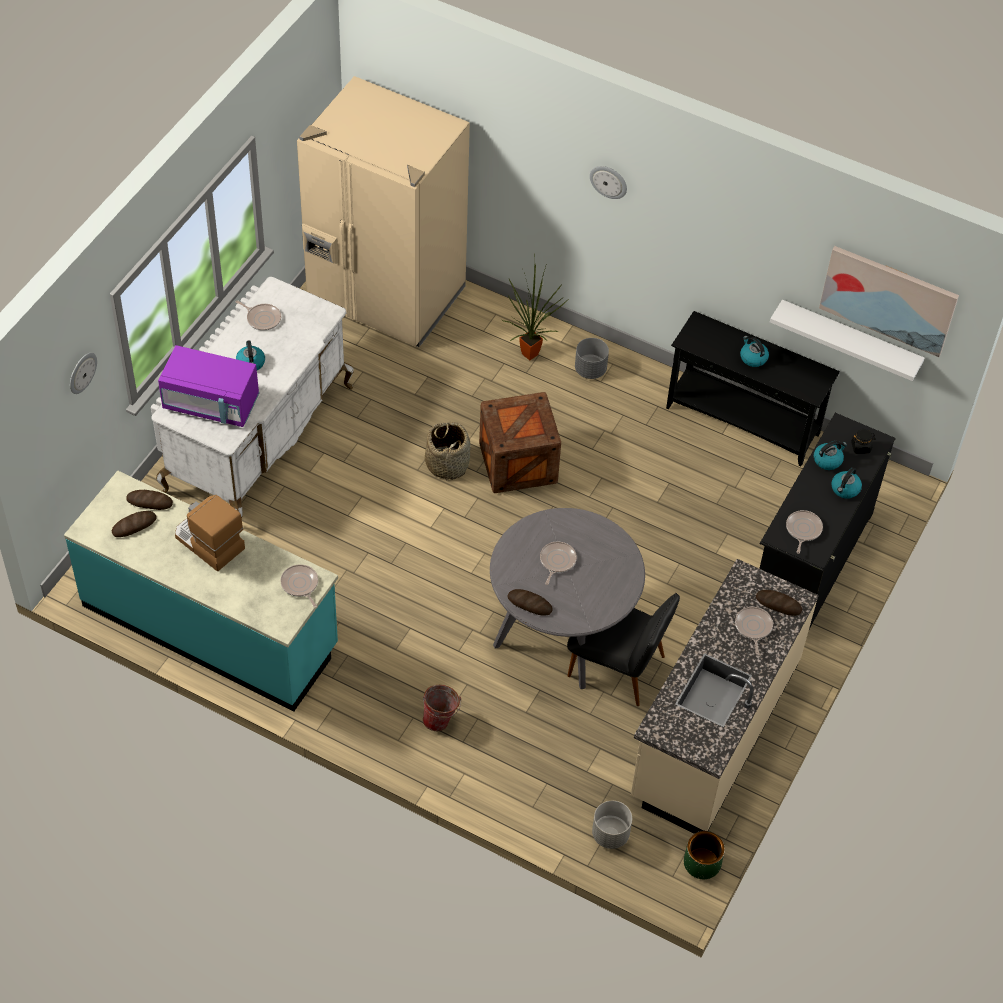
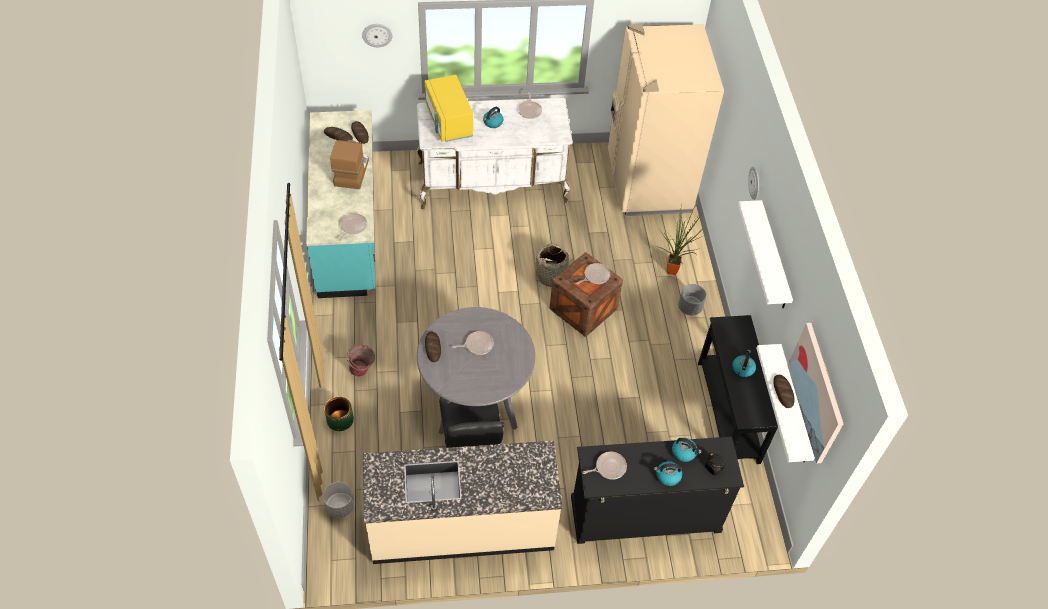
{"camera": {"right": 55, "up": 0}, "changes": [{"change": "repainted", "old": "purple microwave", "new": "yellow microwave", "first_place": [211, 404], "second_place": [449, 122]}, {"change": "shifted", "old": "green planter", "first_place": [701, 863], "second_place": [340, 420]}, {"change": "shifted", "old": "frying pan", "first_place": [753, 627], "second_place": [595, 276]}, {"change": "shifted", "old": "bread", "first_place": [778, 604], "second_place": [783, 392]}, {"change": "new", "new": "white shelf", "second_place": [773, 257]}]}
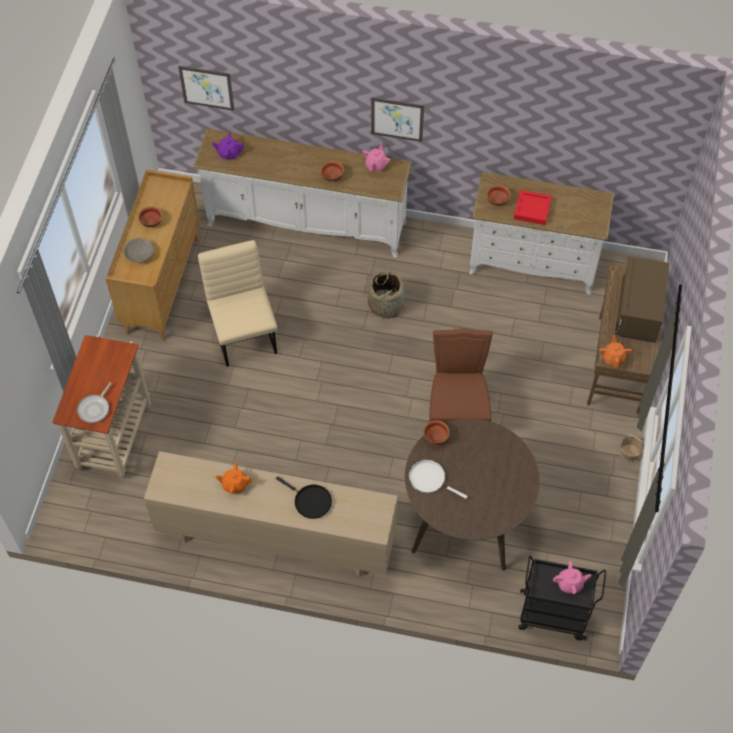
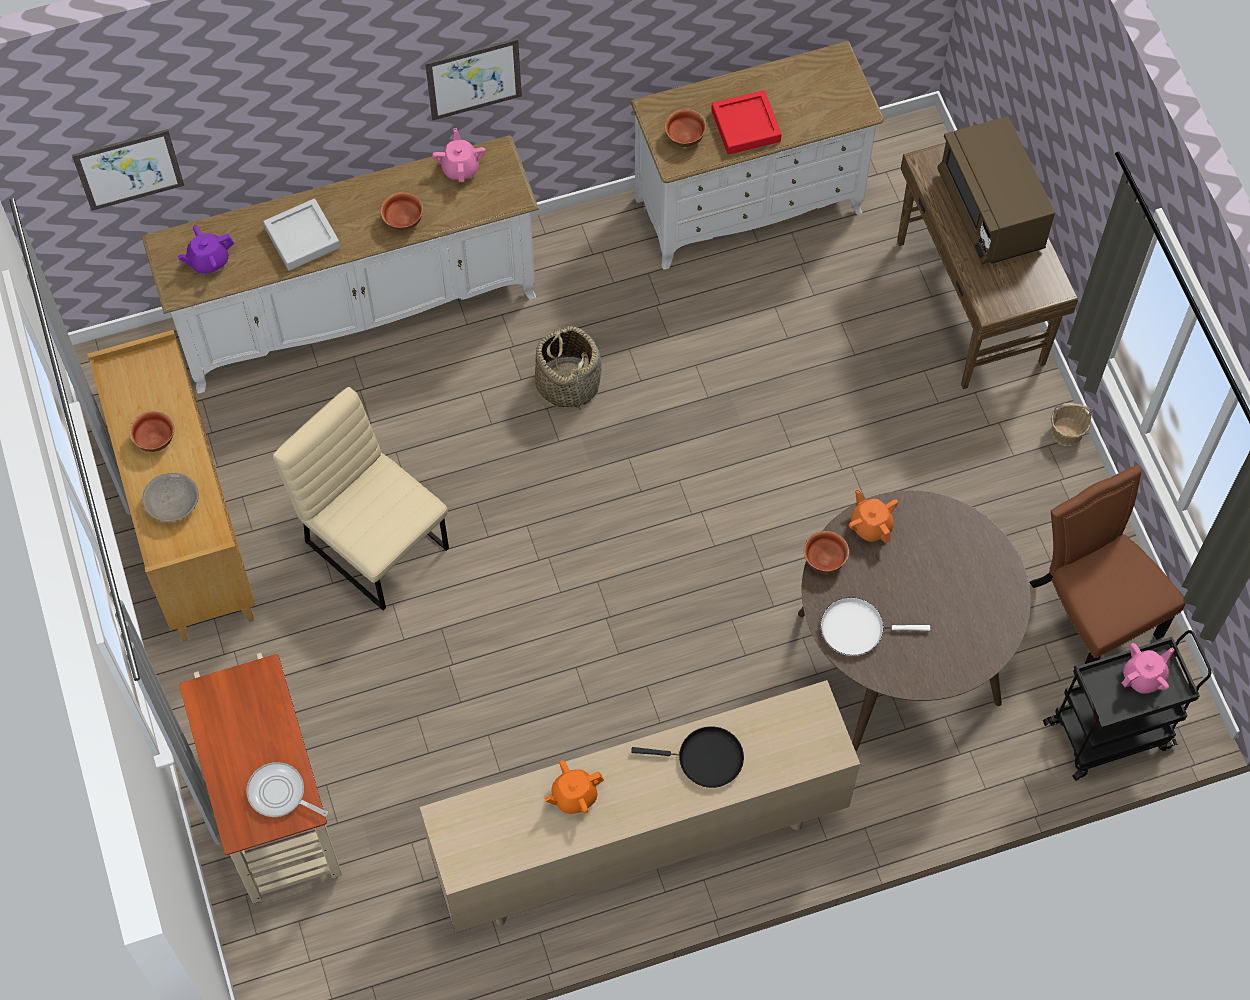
{"camera": {"right": -30, "up": 5}, "changes": [{"change": "rotated", "old": "frying pan", "first_place": [95, 408], "second_place": [280, 794], "degrees": 120}, {"change": "shifted", "old": "brown chair", "first_place": [457, 414], "second_place": [1093, 614]}, {"change": "shifted", "old": "orange teapot", "first_place": [613, 358], "second_place": [871, 525]}, {"change": "new", "new": "grey tray", "second_place": [302, 238]}]}
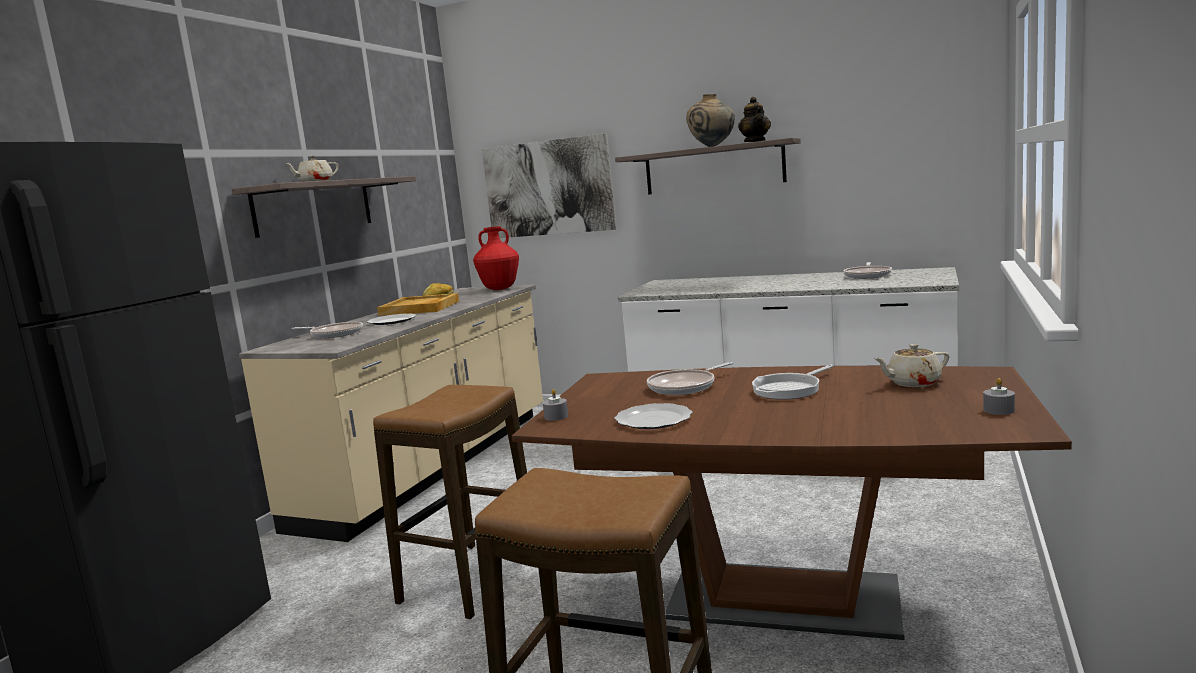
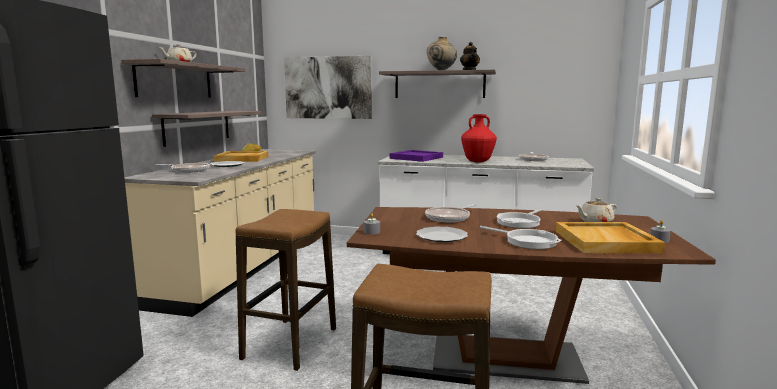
{"camera": {"right": -10, "up": 0}, "changes": [{"change": "shifted", "old": "red vase", "first_place": [499, 289], "second_place": [477, 162]}, {"change": "new", "new": "shelf", "second_place": [197, 127]}, {"change": "new", "new": "purple tray", "second_place": [417, 158]}, {"change": "new", "new": "frying pan", "second_place": [527, 241]}, {"change": "new", "new": "beige tray", "second_place": [606, 241]}]}
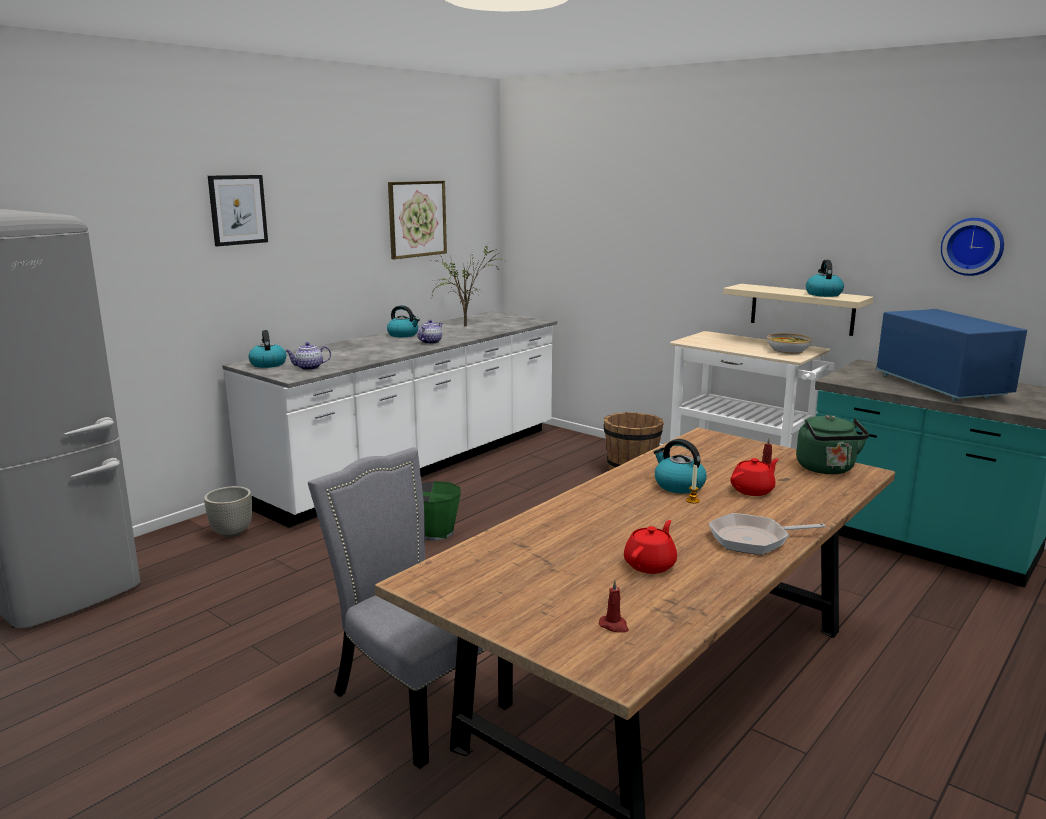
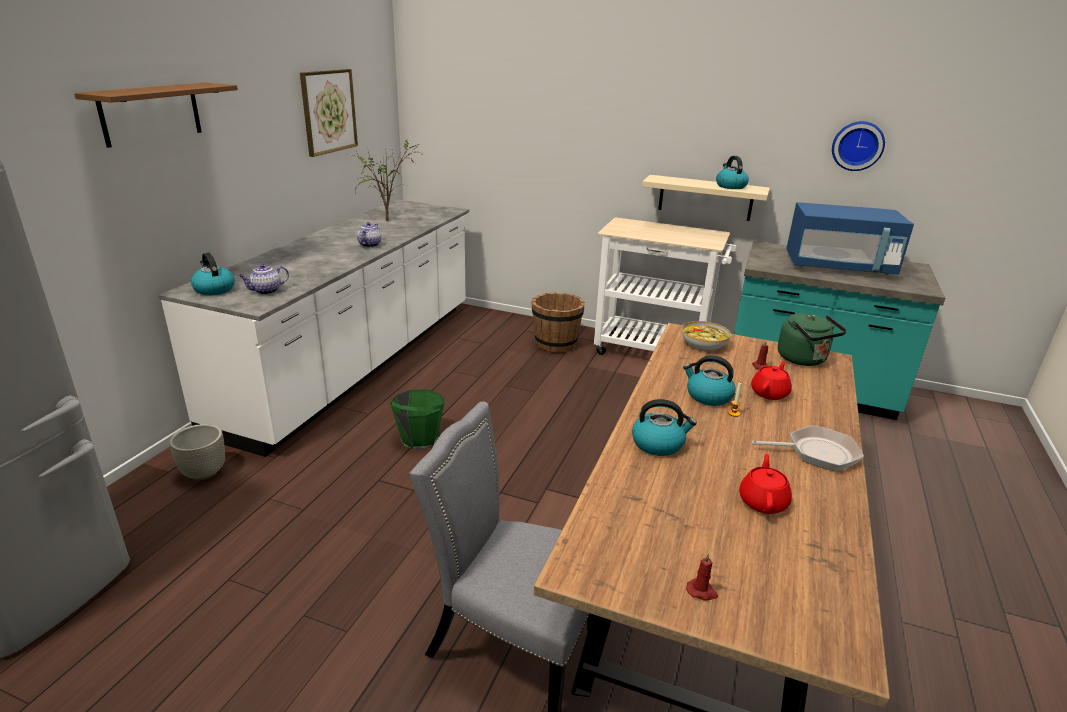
{"camera": {"right": -20, "up": 10}, "changes": [{"change": "swapped", "old": "picture", "new": "brown shelf", "first_place": [238, 210], "second_place": [151, 113]}, {"change": "shifted", "old": "kettle", "first_place": [403, 335], "second_place": [658, 444]}, {"change": "shifted", "old": "red candle", "first_place": [614, 626], "second_place": [702, 591]}, {"change": "rotated", "old": "frying pan", "first_place": [754, 539], "second_place": [817, 453], "degrees": -150}, {"change": "shifted", "old": "bowl", "first_place": [788, 350], "second_place": [703, 344]}, {"change": "rotated", "old": "blue microwave", "first_place": [941, 386], "second_place": [838, 267], "degrees": 135}]}
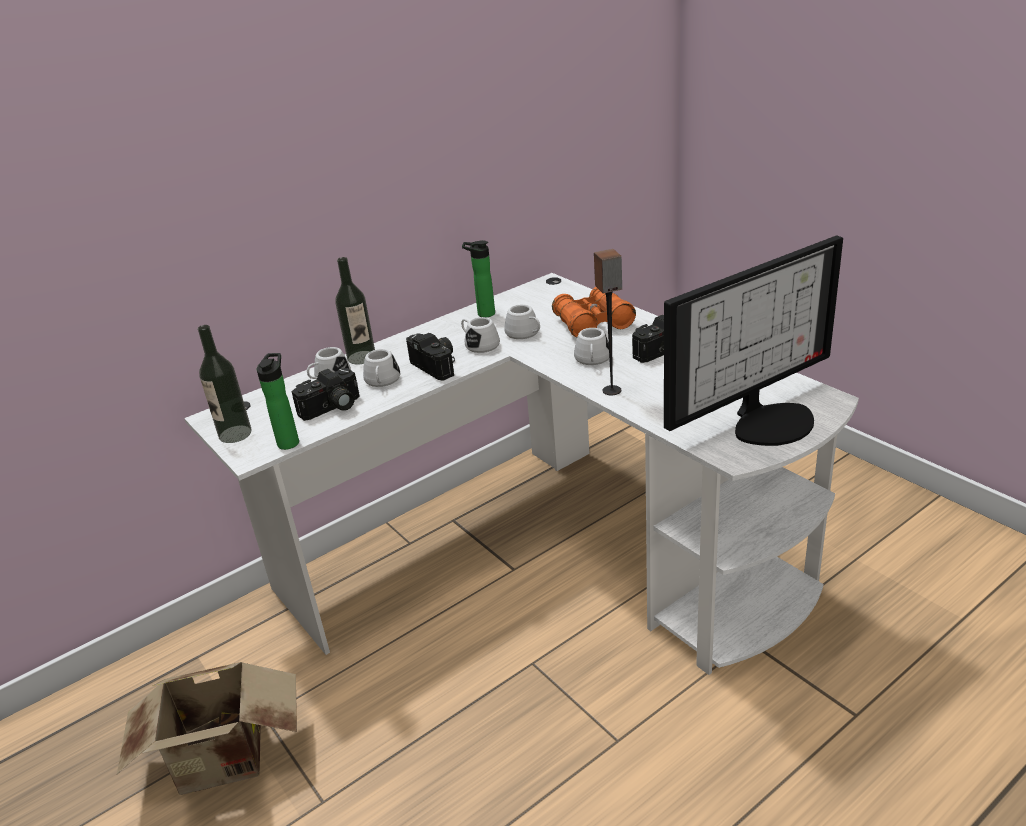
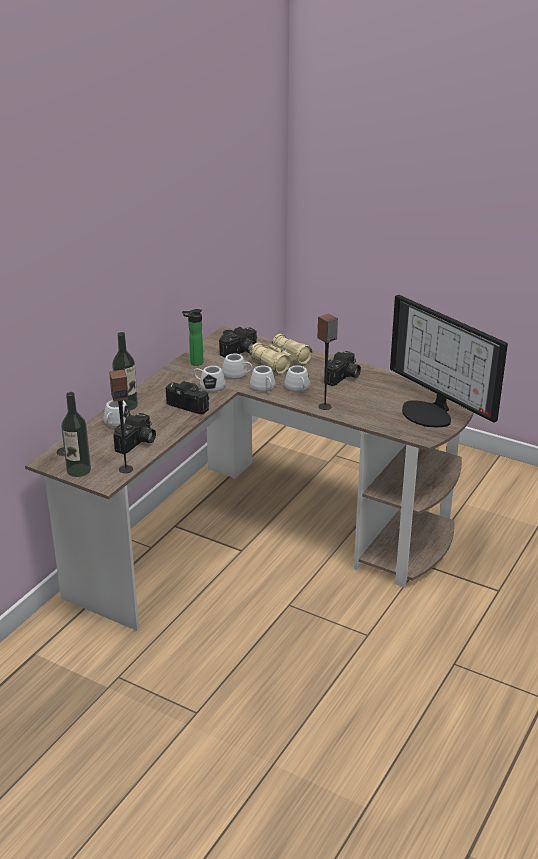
{"camera": {"right": -25, "up": 0}, "changes": [{"change": "gone", "old": "cardboard box", "first_place": [225, 762]}, {"change": "repainted", "old": "white desk", "new": "brown desk", "first_place": [547, 551], "second_place": [259, 534]}, {"change": "swapped", "old": "bottle", "new": "speaker", "first_place": [289, 441], "second_place": [126, 469]}, {"change": "shifted", "old": "white mug", "first_place": [382, 382], "second_place": [264, 388]}, {"change": "repainted", "old": "orange binoculars", "new": "beige binoculars", "first_place": [593, 323], "second_place": [280, 362]}, {"change": "rotated", "old": "monitor", "first_place": [767, 420], "second_place": [431, 412], "degrees": 105}, {"change": "new", "new": "photo camera", "second_place": [241, 352]}]}
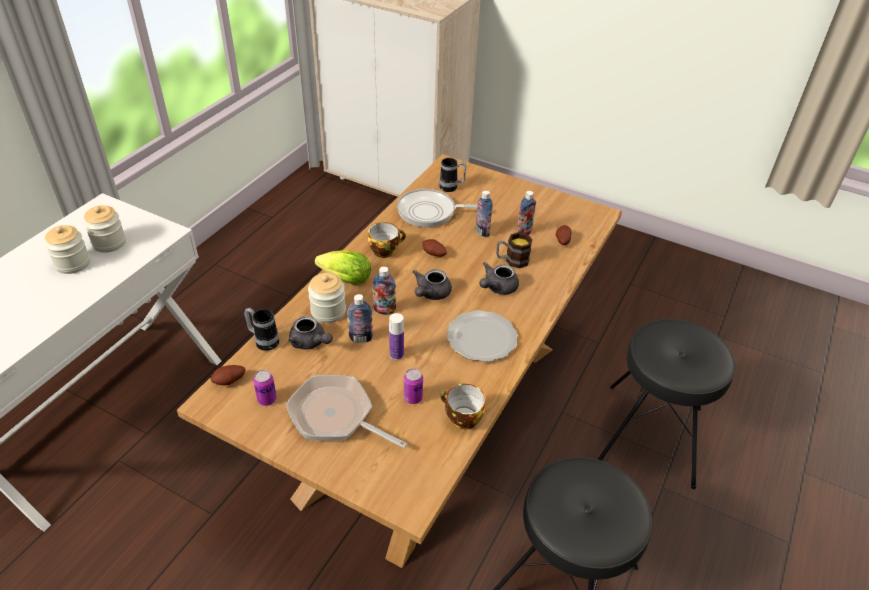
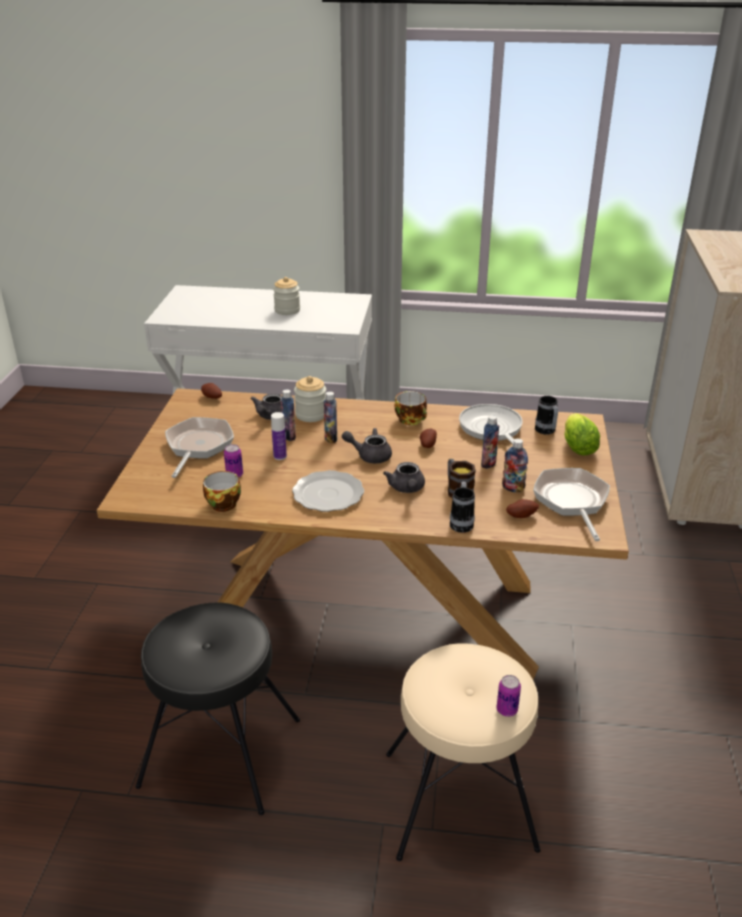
{"camera": {"right": 70, "up": -10}, "changes": [{"change": "gone", "old": "jar", "first_place": [109, 243]}, {"change": "shifted", "old": "mug", "first_place": [263, 341], "second_place": [461, 523]}, {"change": "shifted", "old": "can", "first_place": [267, 399], "second_place": [507, 710]}, {"change": "shifted", "old": "lettuce", "first_place": [342, 279], "second_place": [577, 446]}, {"change": "rotated", "old": "grey teapot", "first_place": [497, 288], "second_place": [407, 489], "degrees": -120}, {"change": "repainted", "old": "black stool", "new": "beige stool", "first_place": [651, 434], "second_place": [459, 801]}, {"change": "new", "new": "frying pan", "second_place": [572, 501]}]}
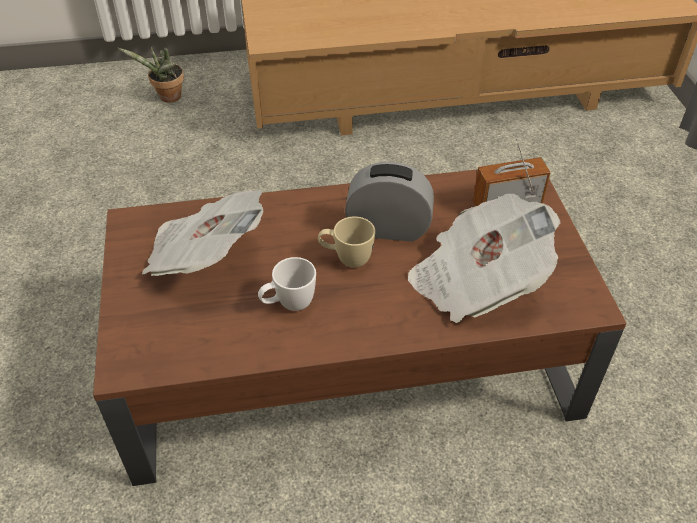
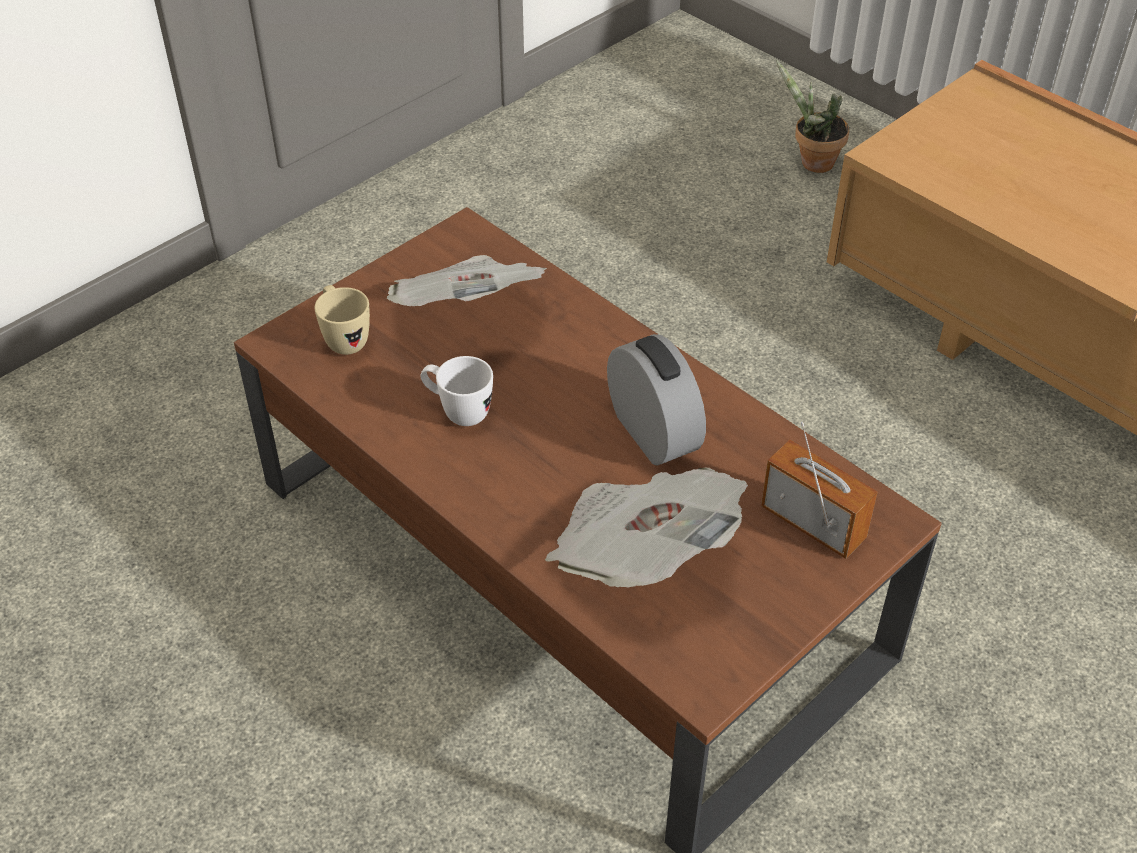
{"camera": {"right": 55, "up": 0}, "changes": [{"change": "shifted", "old": "beige mug", "first_place": [346, 259], "second_place": [344, 338]}]}
